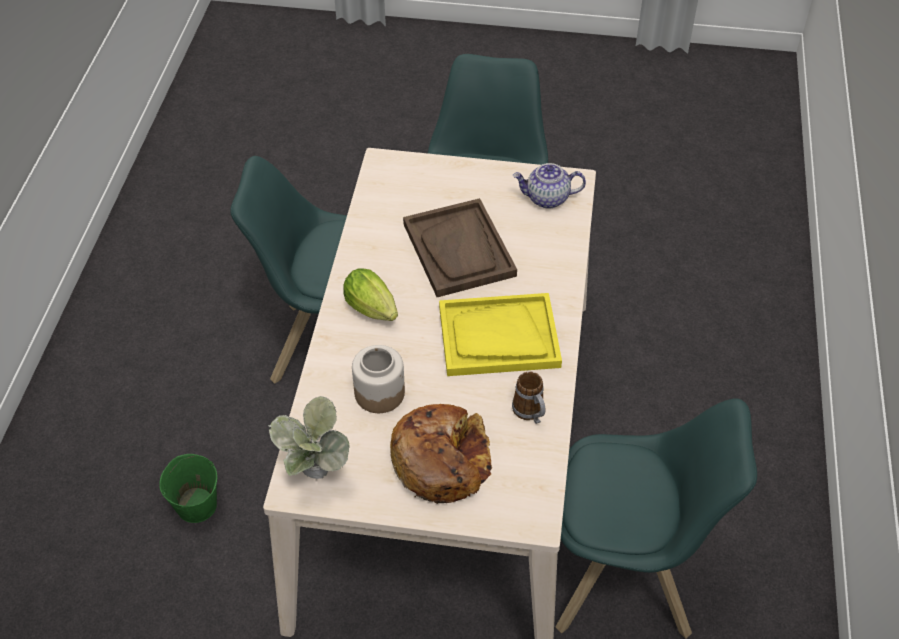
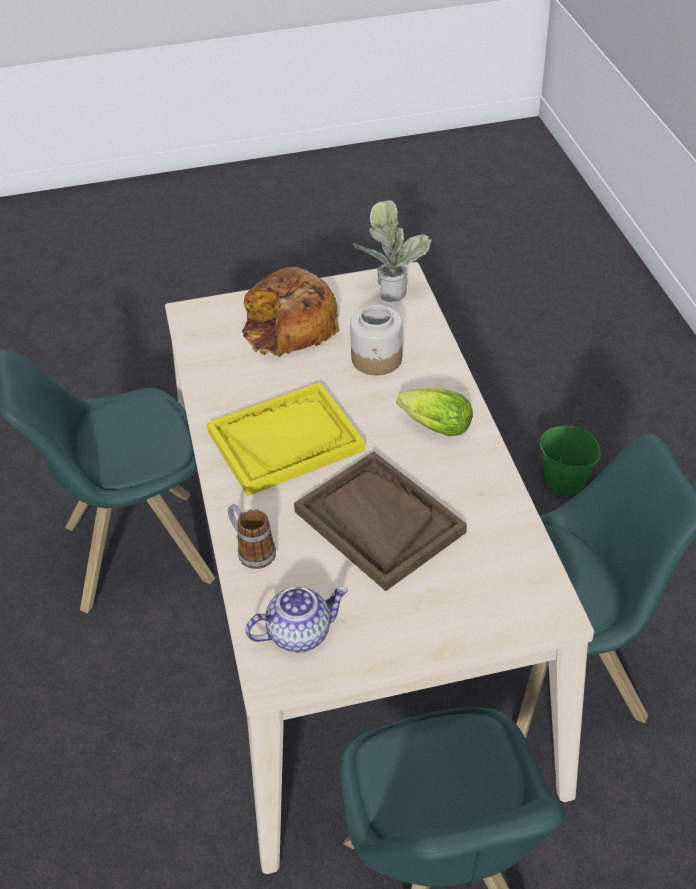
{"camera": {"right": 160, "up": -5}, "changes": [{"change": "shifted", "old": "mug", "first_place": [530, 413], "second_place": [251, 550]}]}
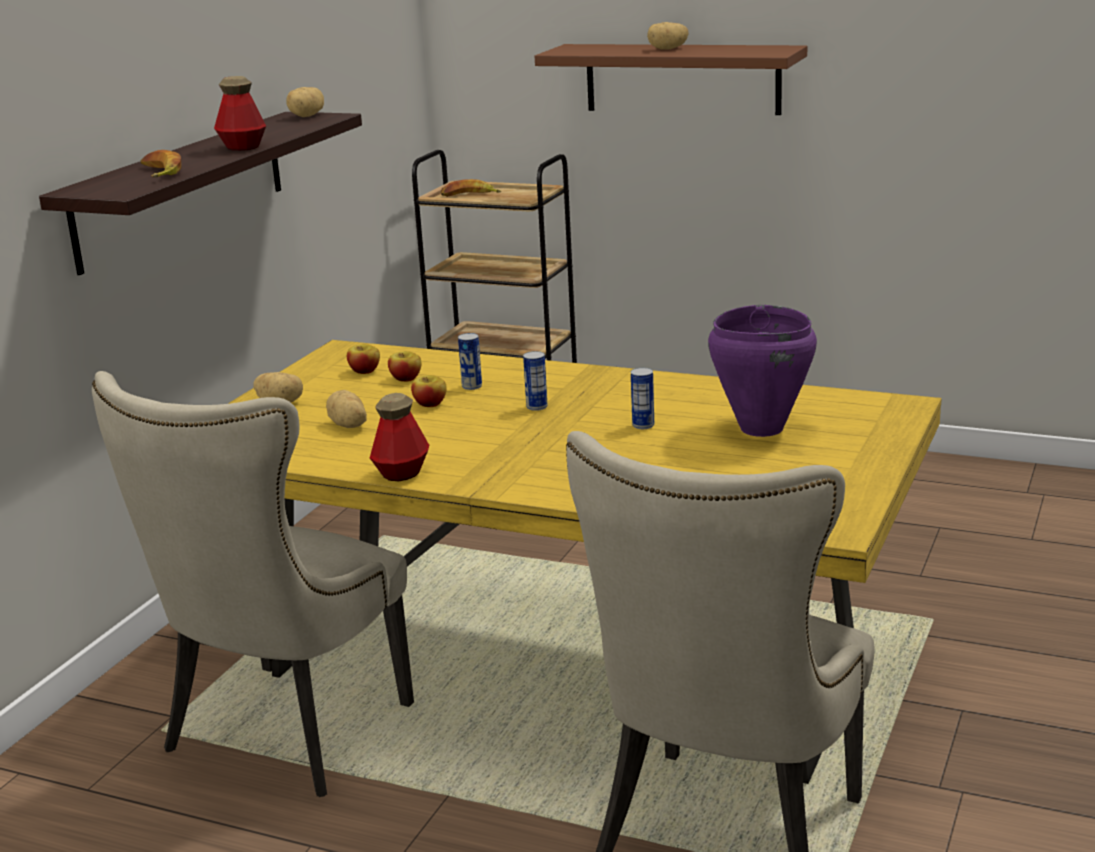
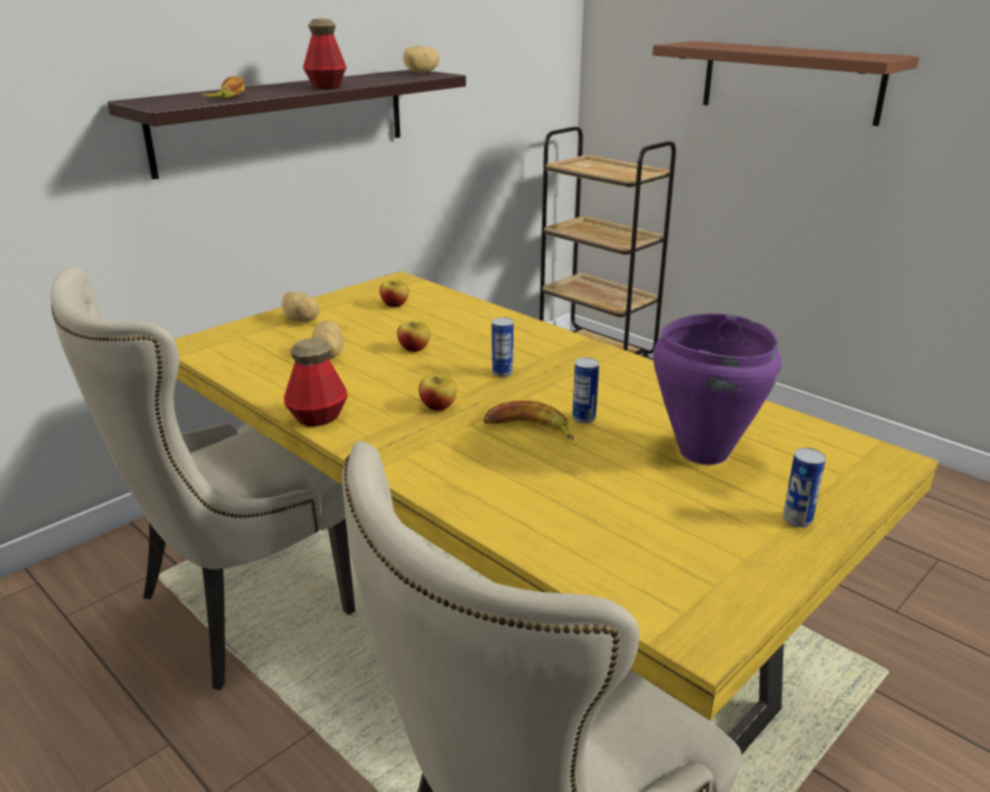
{"camera": {"right": 20, "up": 5}, "changes": [{"change": "shifted", "old": "apple", "first_place": [406, 379], "second_place": [438, 406]}, {"change": "shifted", "old": "banana", "first_place": [470, 195], "second_place": [529, 429]}, {"change": "shifted", "old": "can", "first_place": [472, 386], "second_place": [797, 519]}, {"change": "gone", "old": "potato", "first_place": [667, 49]}]}
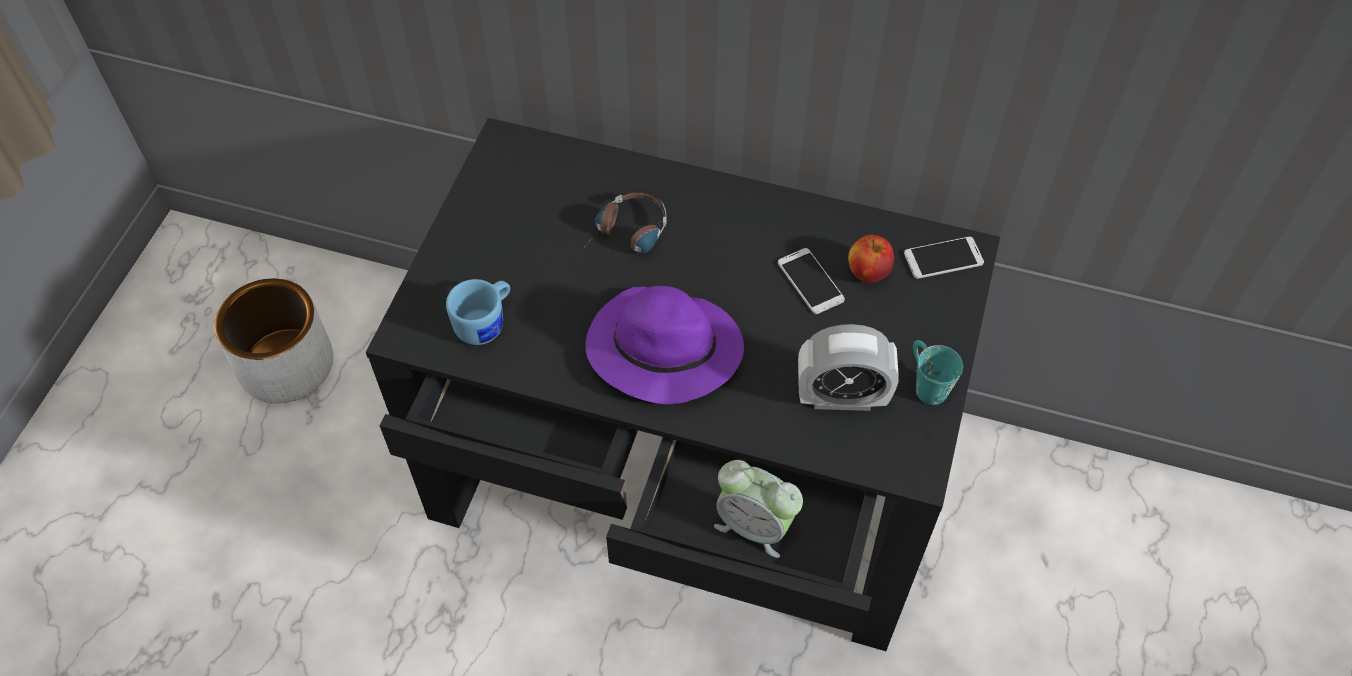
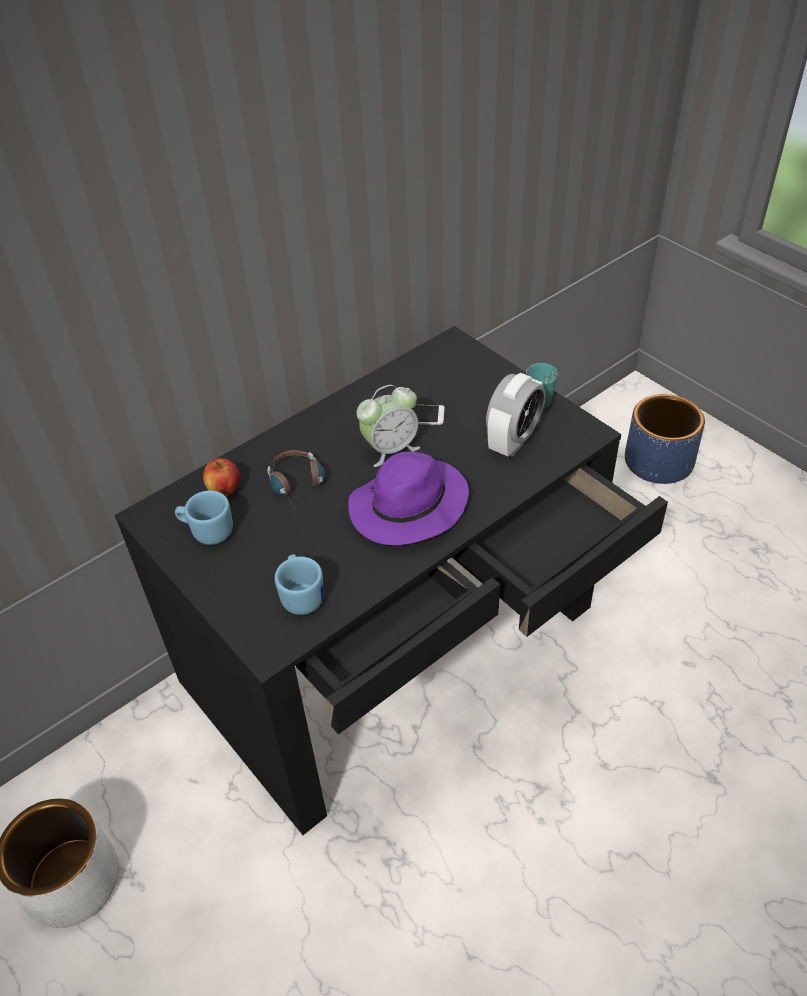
{"camera": {"right": -55, "up": -10}, "changes": [{"change": "shifted", "old": "alarm clock", "first_place": [754, 526], "second_place": [390, 449]}, {"change": "shifted", "old": "apple", "first_place": [868, 272], "second_place": [225, 489]}, {"change": "gone", "old": "phone", "first_place": [943, 258]}, {"change": "new", "new": "blue mug", "second_place": [207, 531]}, {"change": "new", "new": "blue planter", "second_place": [659, 462]}]}
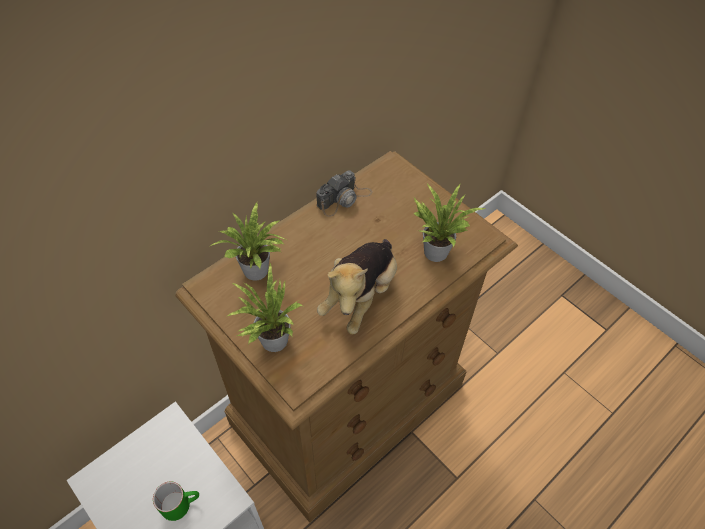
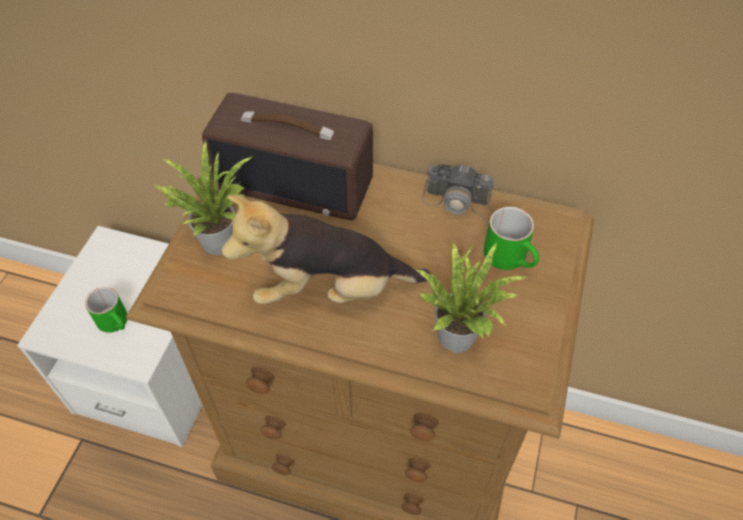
{"camera": {"right": 60, "up": 0}, "changes": [{"change": "swapped", "old": "potted plant", "new": "radio", "first_place": [258, 272], "second_place": [296, 183]}, {"change": "new", "new": "green mug", "second_place": [511, 258]}]}
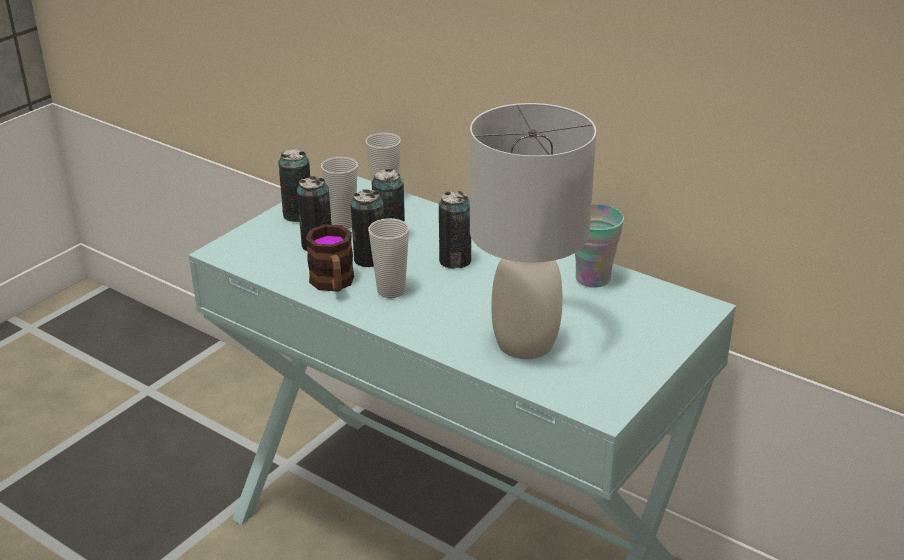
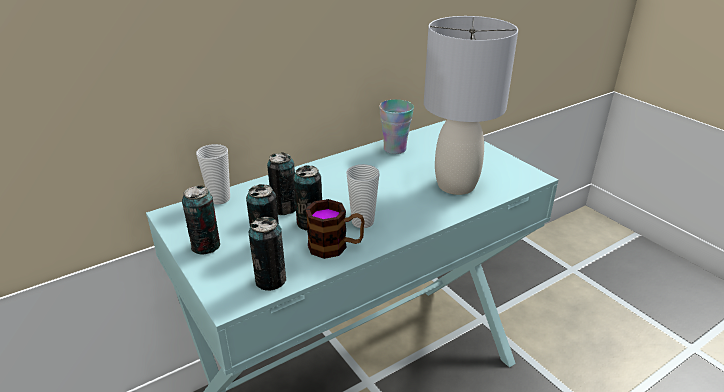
{"camera": {"right": -70, "up": 0}, "changes": [{"change": "gone", "old": "cup", "first_place": [343, 223]}, {"change": "shifted", "old": "can", "first_place": [455, 261], "second_place": [270, 280]}]}
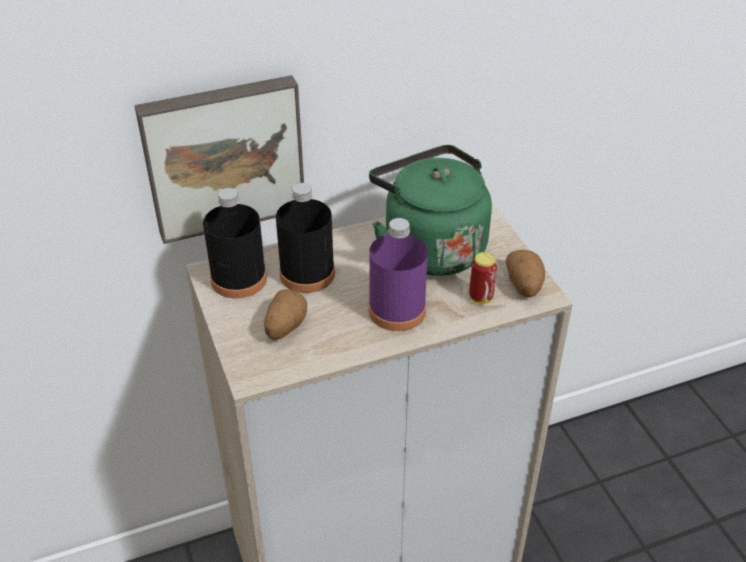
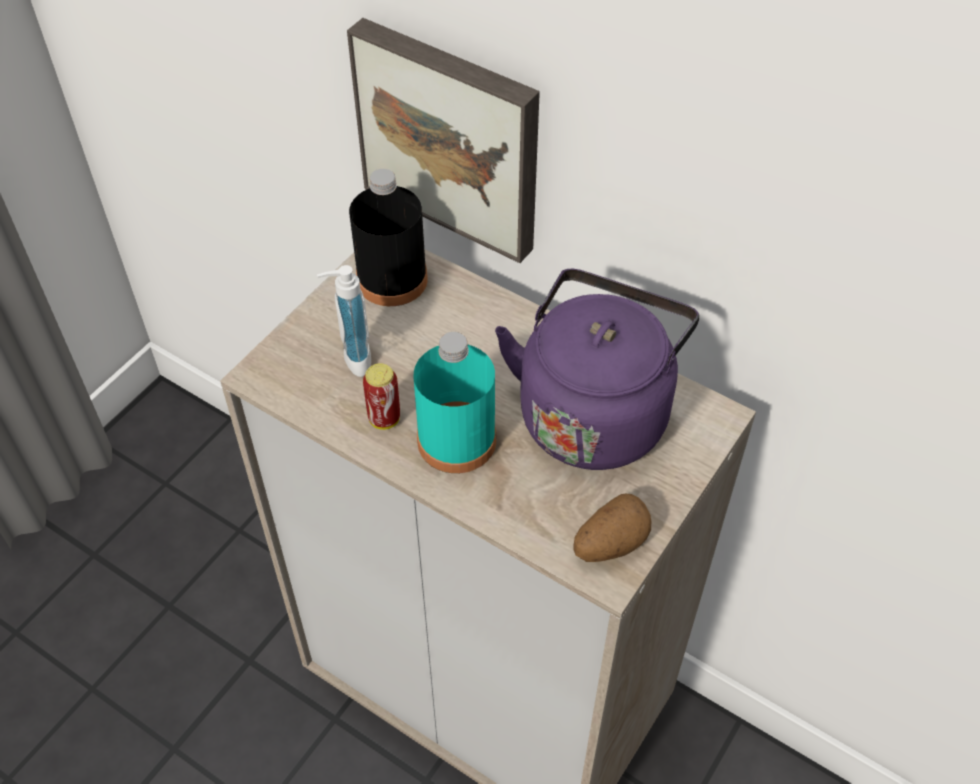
{"camera": {"right": 55, "up": 10}, "changes": [{"change": "swapped", "old": "potato", "new": "soap dispenser", "first_place": [284, 327], "second_place": [351, 358]}, {"change": "gone", "old": "black bottle", "first_place": [307, 274]}, {"change": "repainted", "old": "purple bottle", "new": "turquoise bottle", "first_place": [397, 310], "second_place": [456, 440]}, {"change": "repainted", "old": "green kettle", "new": "purple kettle", "first_place": [430, 247], "second_place": [594, 412]}, {"change": "shifted", "old": "can", "first_place": [480, 298], "second_place": [384, 419]}]}
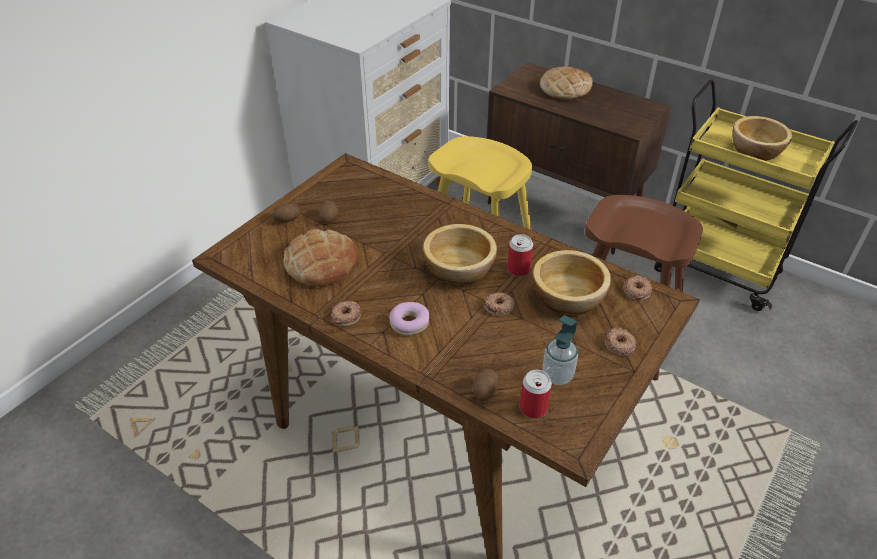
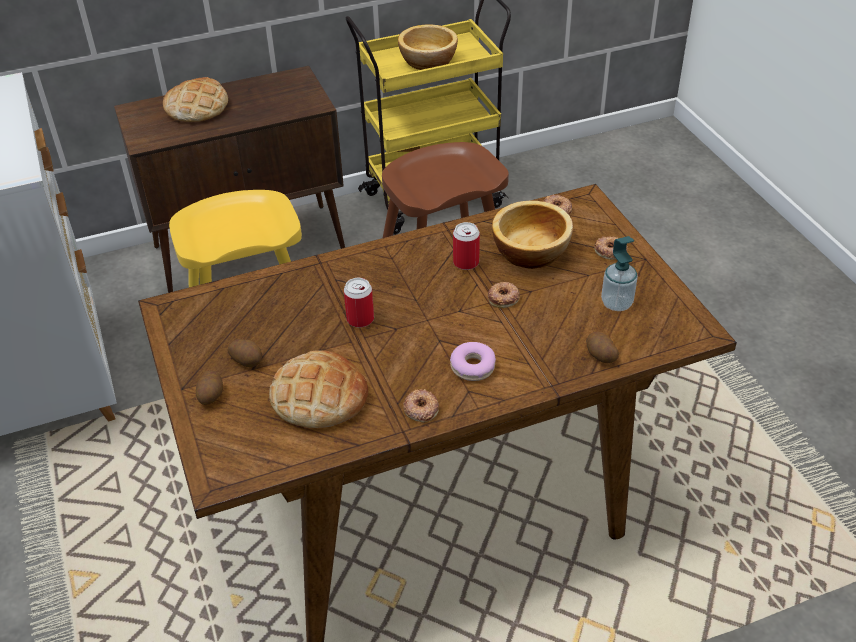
{"camera": {"right": -55, "up": 0}, "changes": [{"change": "gone", "old": "bowl", "first_place": [460, 269]}, {"change": "shifted", "old": "can", "first_place": [533, 408], "second_place": [360, 319]}]}
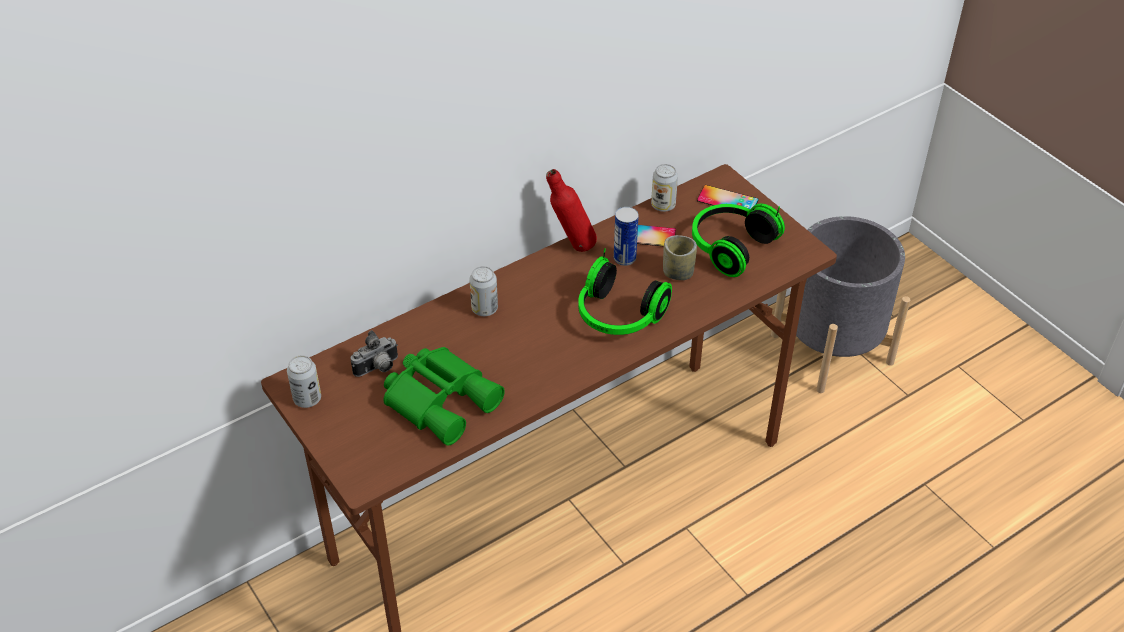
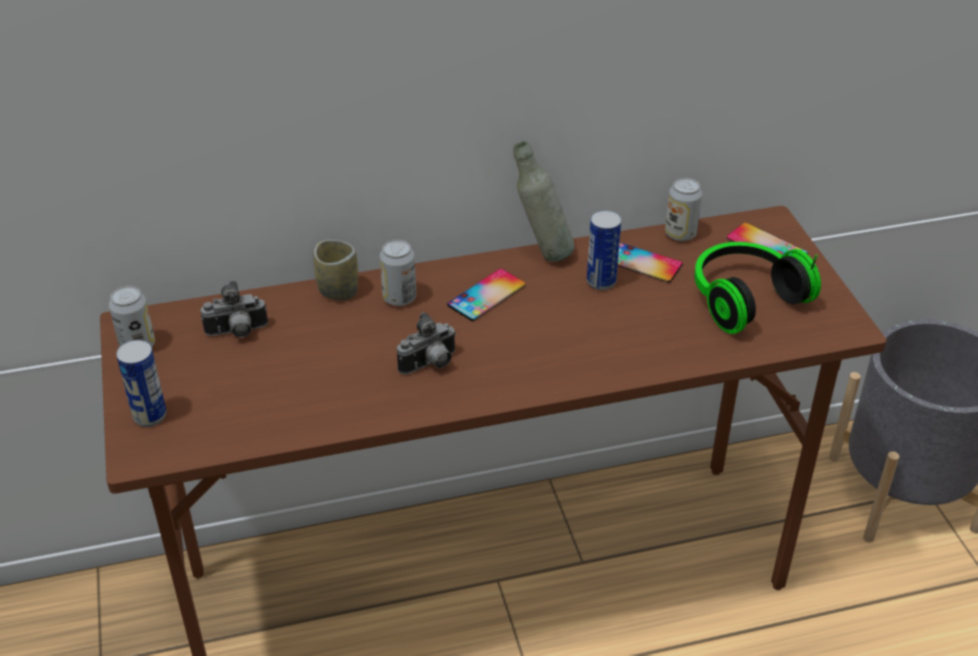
{"camera": {"right": 20, "up": -5}, "changes": [{"change": "gone", "old": "green binoculars", "first_place": [441, 399]}, {"change": "repainted", "old": "red bottle", "new": "grey bottle", "first_place": [571, 247], "second_place": [542, 254]}, {"change": "gone", "old": "headphones", "first_place": [618, 317]}, {"change": "shifted", "old": "cup", "first_place": [678, 272], "second_place": [338, 291]}, {"change": "new", "new": "can", "second_place": [150, 416]}, {"change": "new", "new": "photo camera", "second_place": [430, 365]}, {"change": "new", "new": "phone", "second_place": [486, 295]}]}
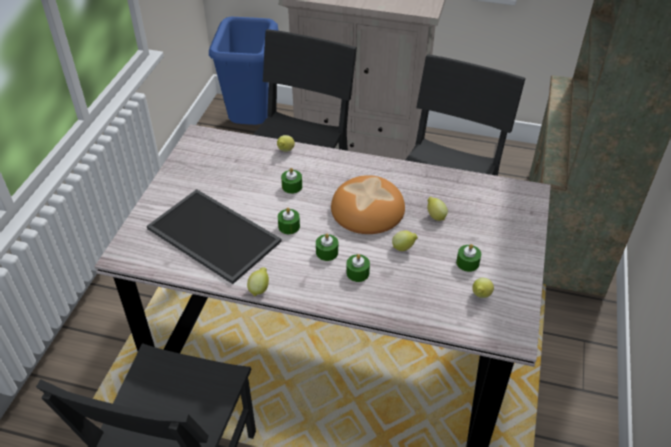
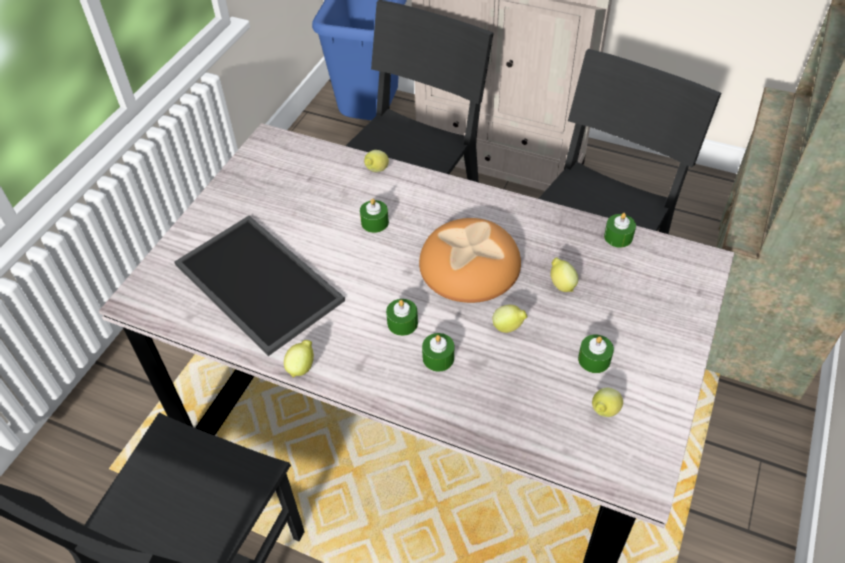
{"camera": {"right": 10, "up": 5}, "changes": [{"change": "shifted", "old": "green candle", "first_place": [289, 226], "second_place": [618, 237]}]}
